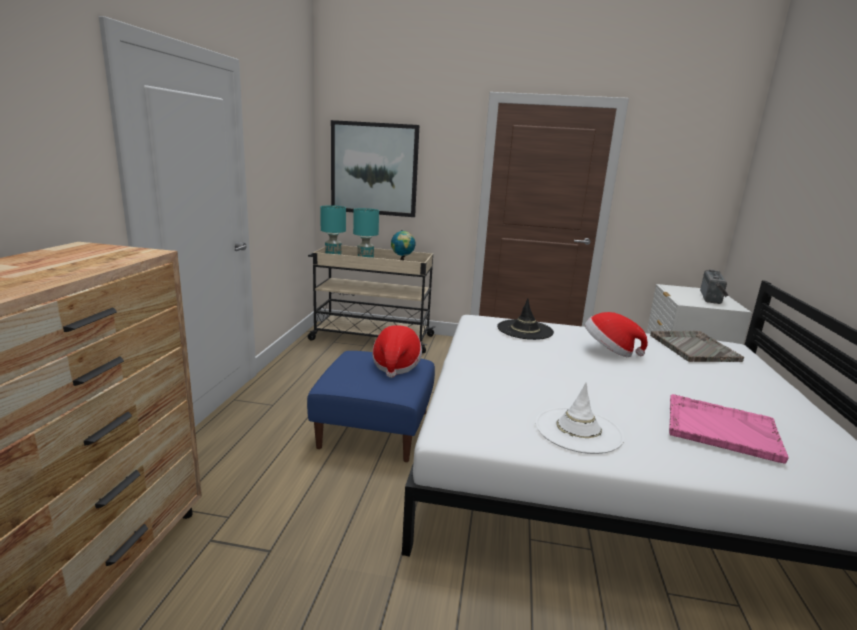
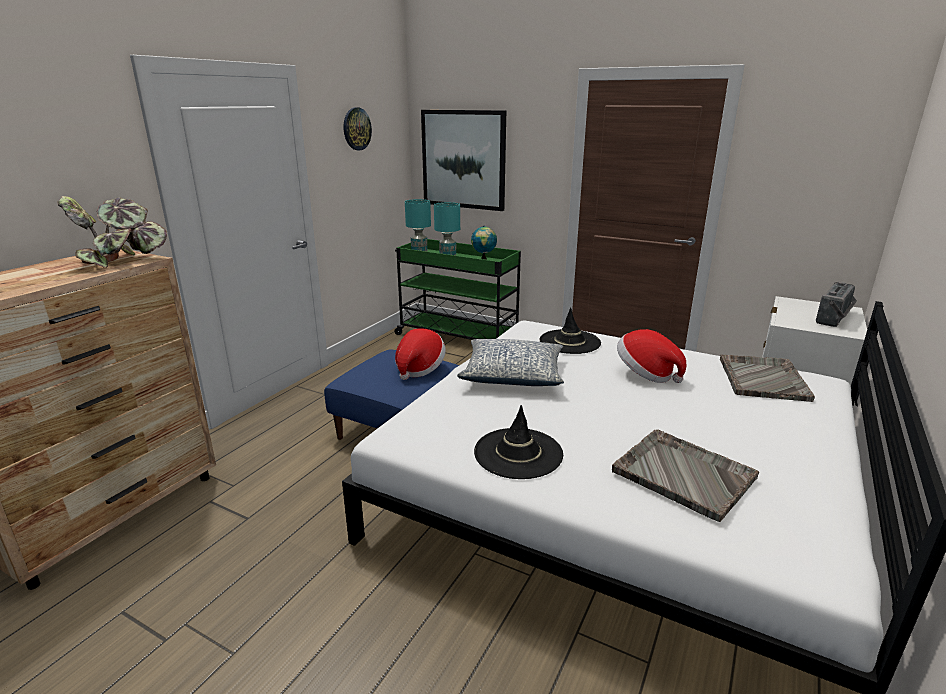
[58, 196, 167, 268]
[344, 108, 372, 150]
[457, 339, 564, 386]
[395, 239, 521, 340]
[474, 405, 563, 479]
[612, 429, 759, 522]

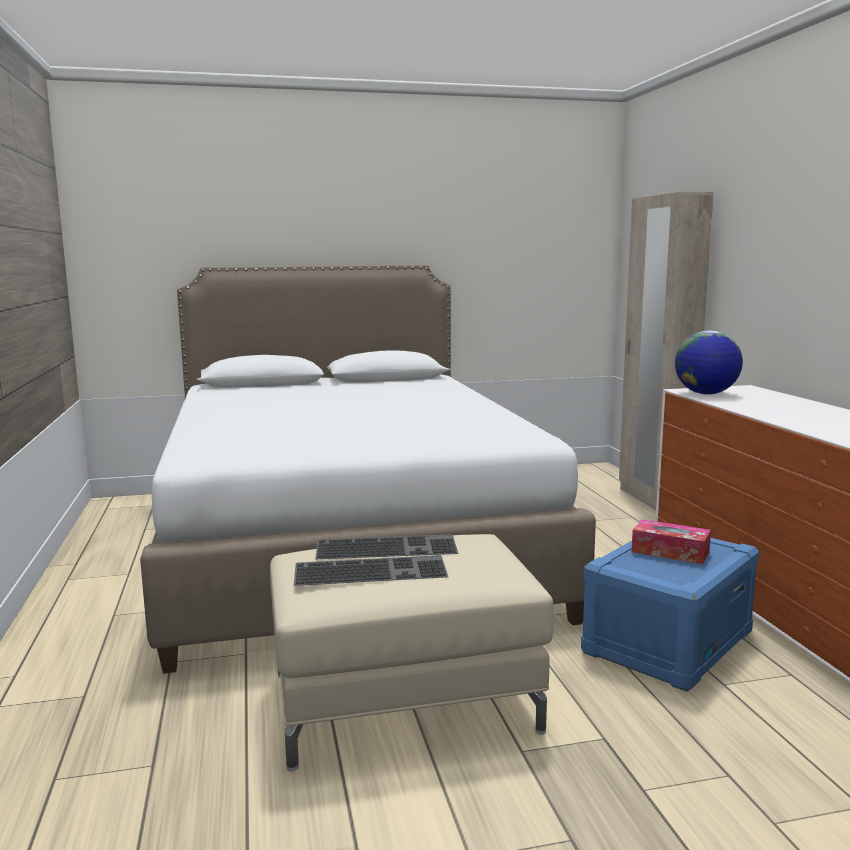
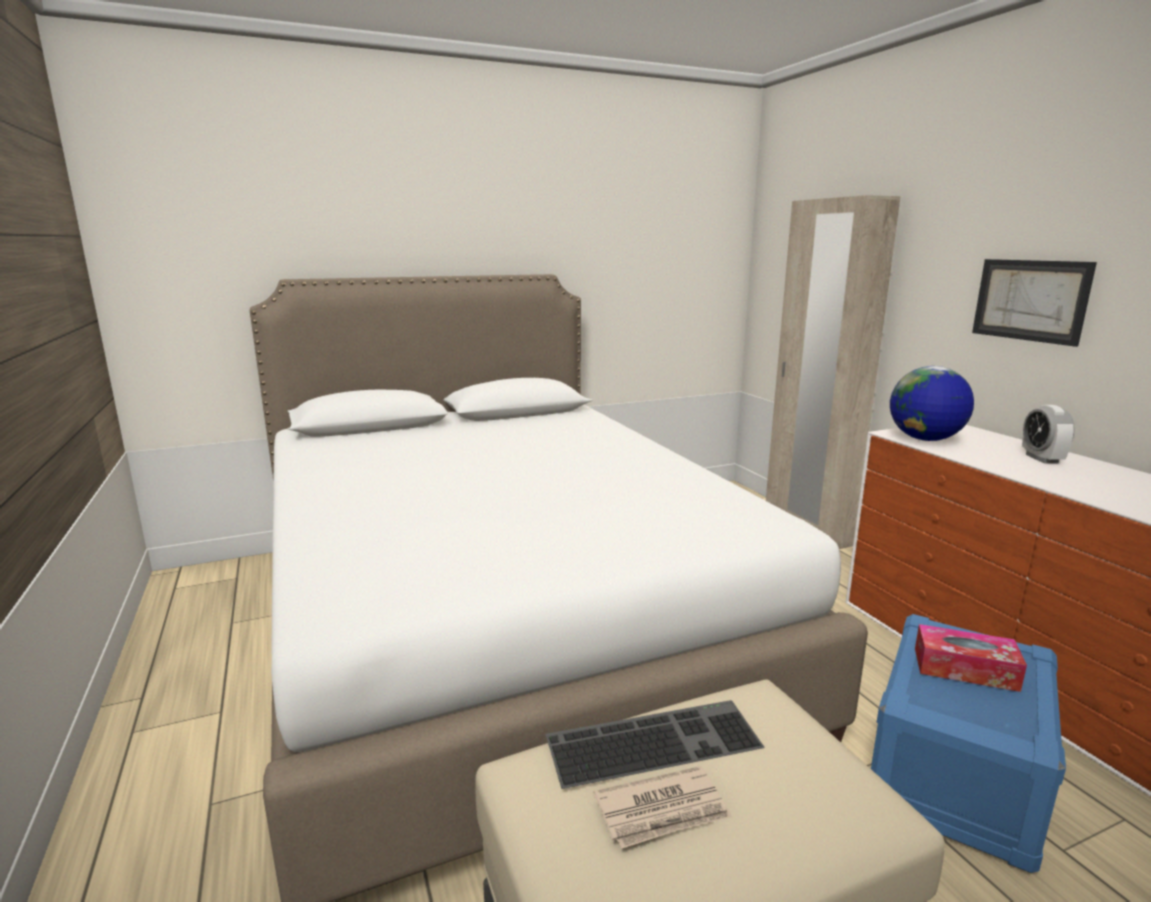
[972, 259, 1097, 347]
[1022, 405, 1075, 463]
[593, 766, 732, 849]

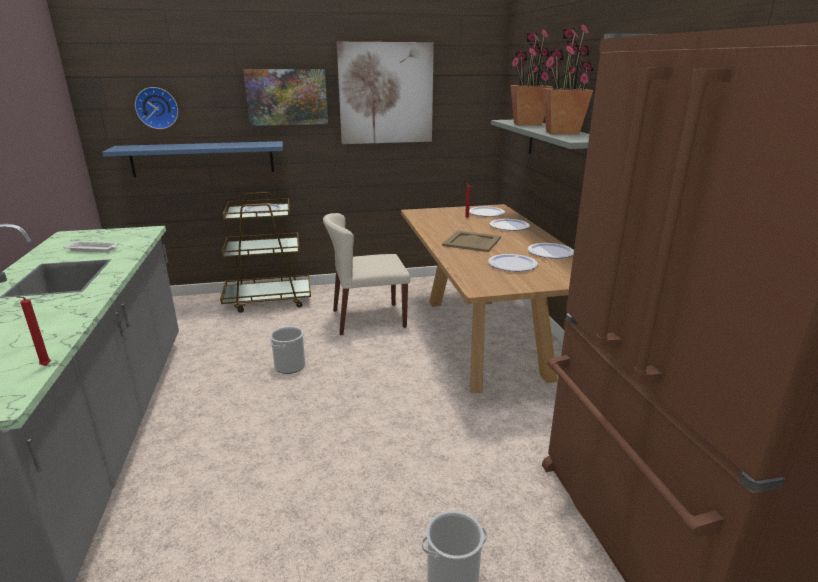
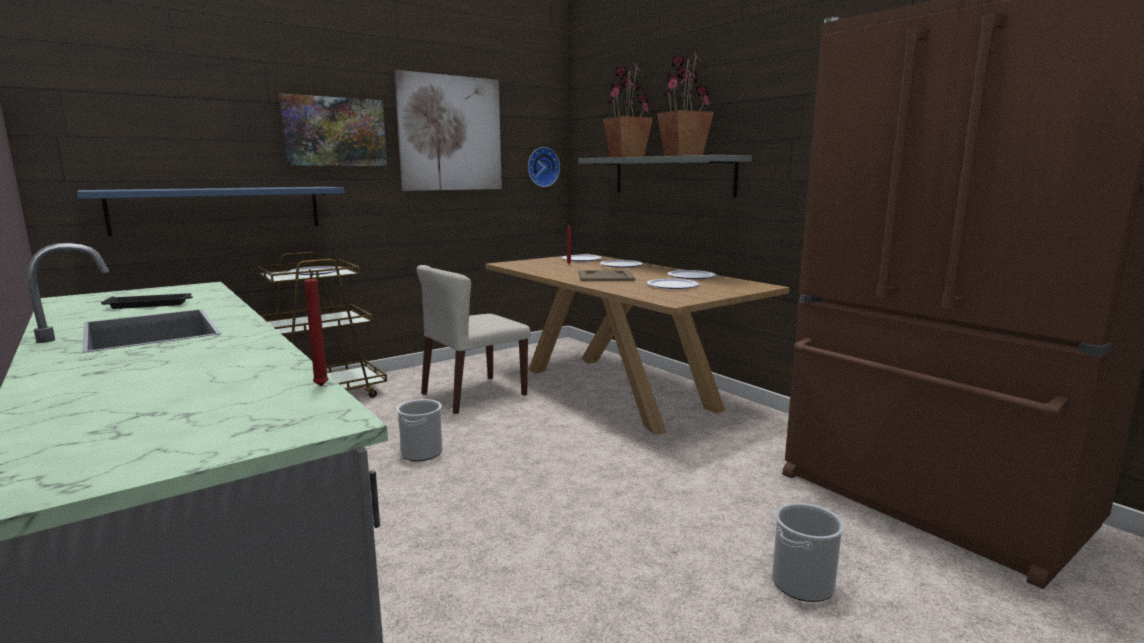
[528, 147, 560, 187]
[101, 293, 193, 309]

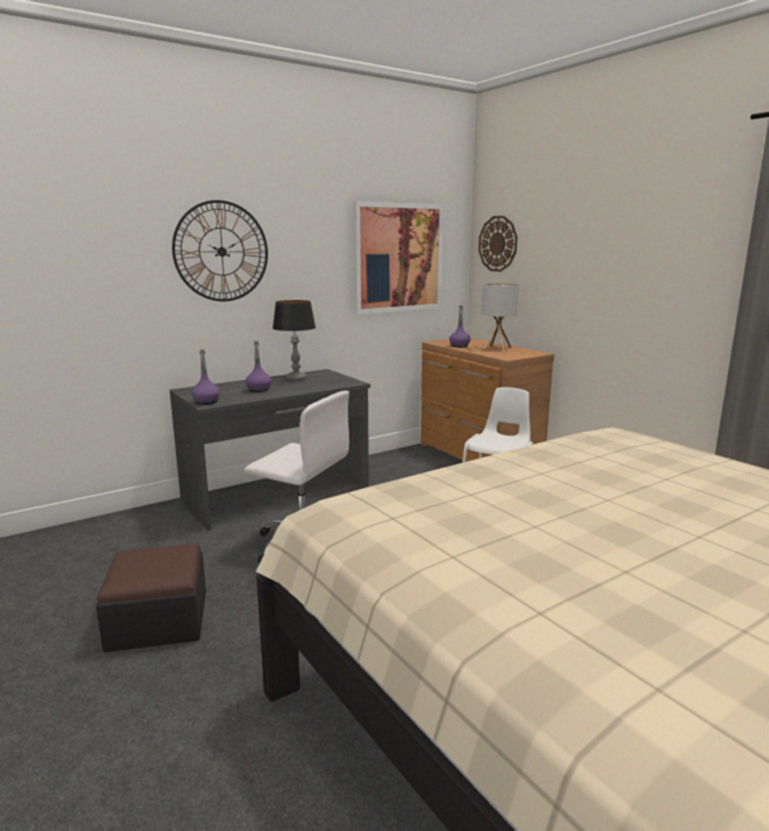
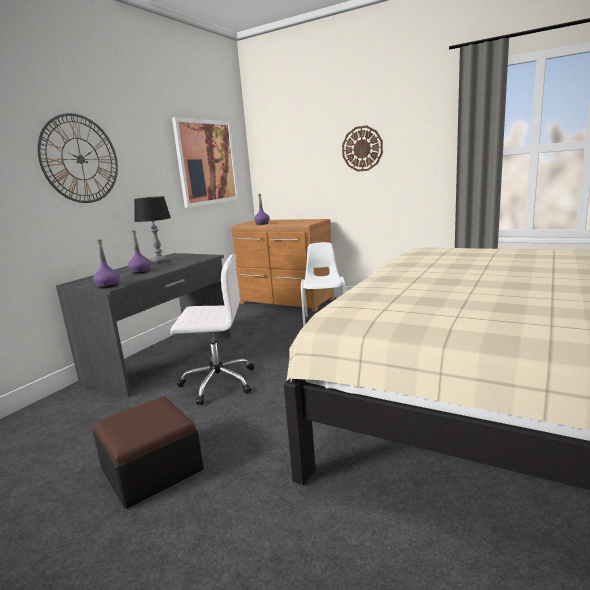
[481, 283, 519, 351] (first image)
[342, 126, 383, 171]

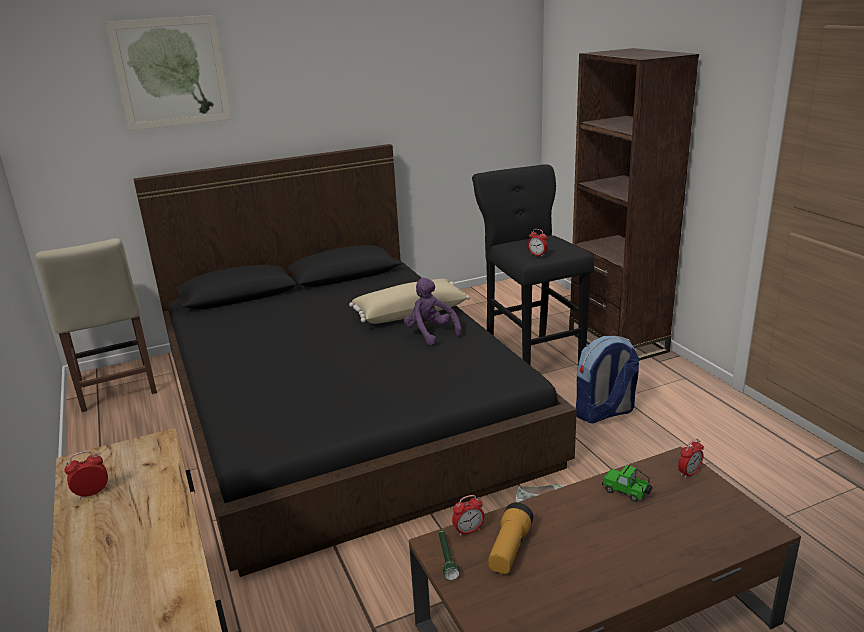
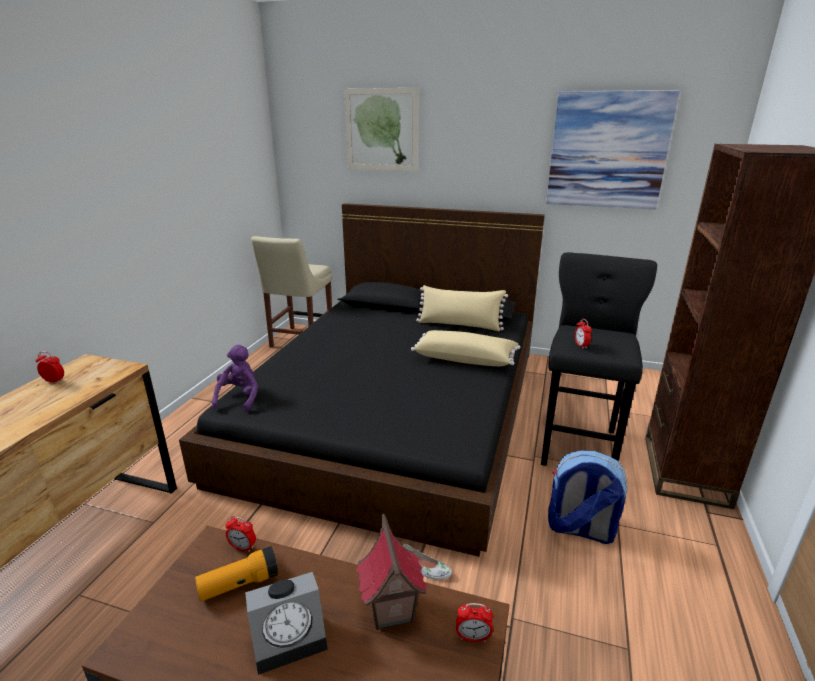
[439, 530, 460, 580] (first image)
[245, 572, 328, 675]
[416, 285, 508, 331]
[546, 90, 680, 209]
[212, 345, 258, 412]
[356, 513, 427, 630]

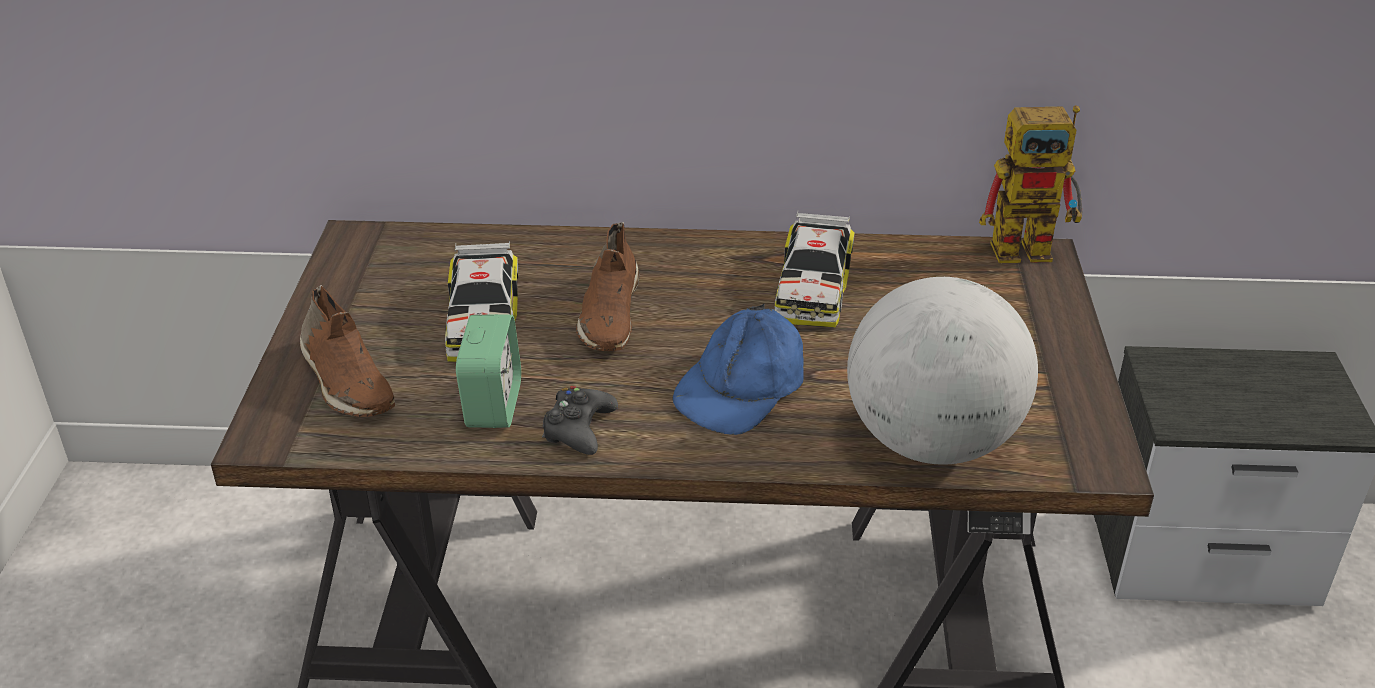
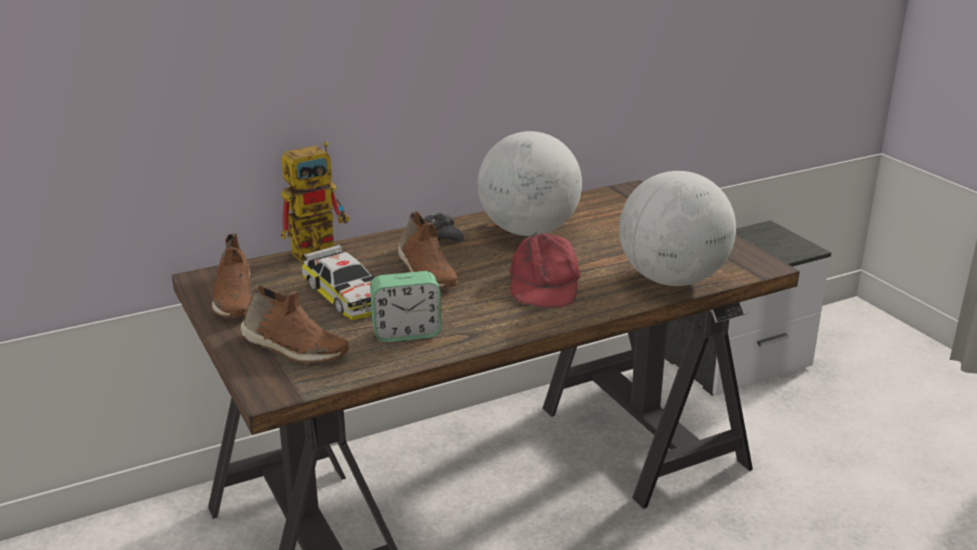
[211, 233, 251, 318]
[424, 213, 464, 242]
[281, 141, 349, 263]
[478, 131, 582, 236]
[510, 232, 581, 308]
[370, 271, 441, 342]

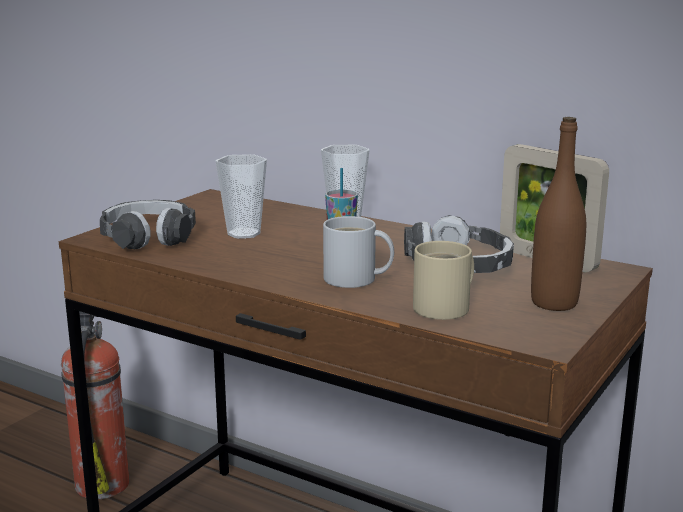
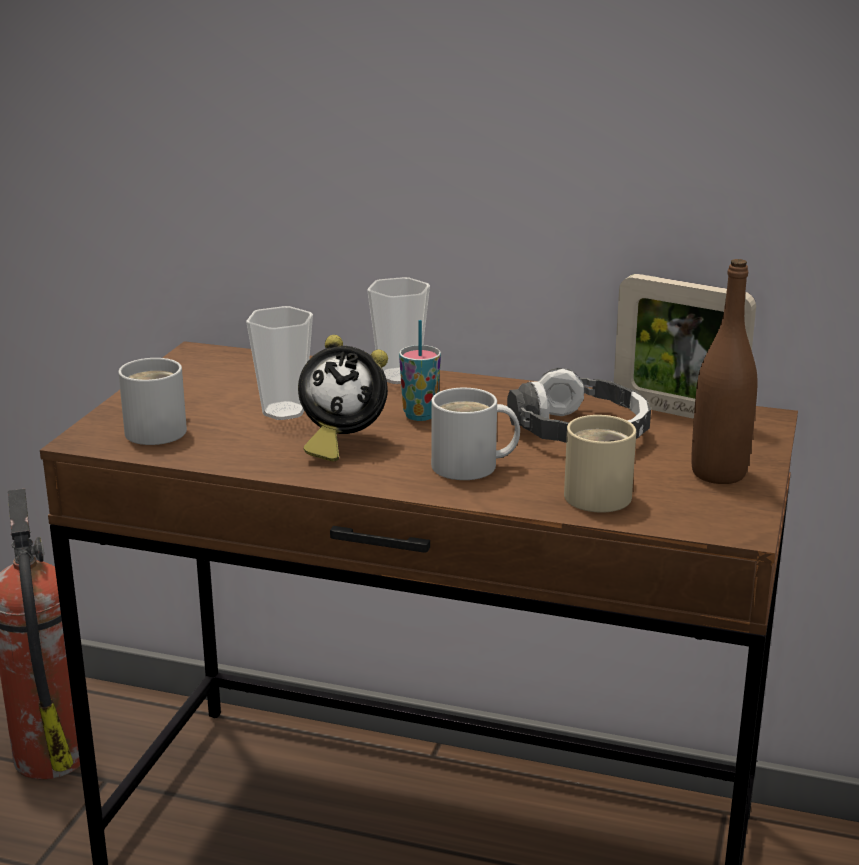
[298, 335, 388, 462]
[118, 358, 187, 445]

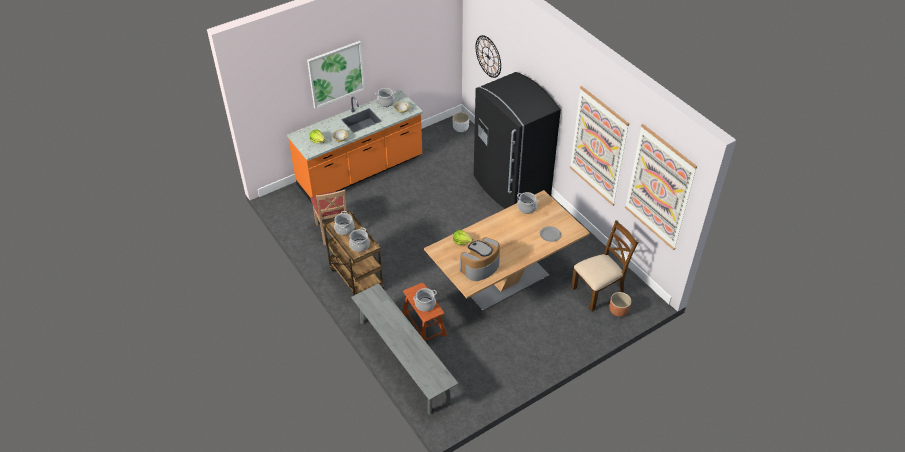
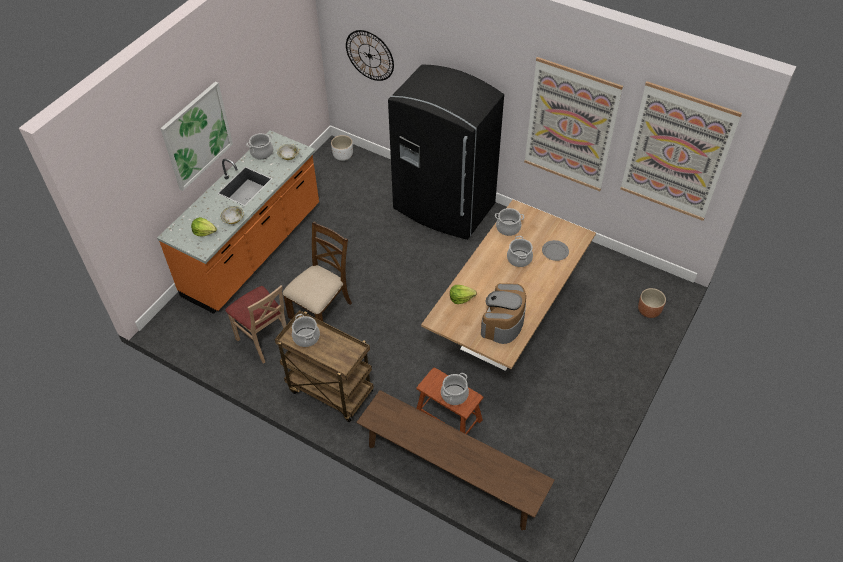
[507, 236, 533, 267]
[283, 221, 352, 322]
[356, 390, 555, 530]

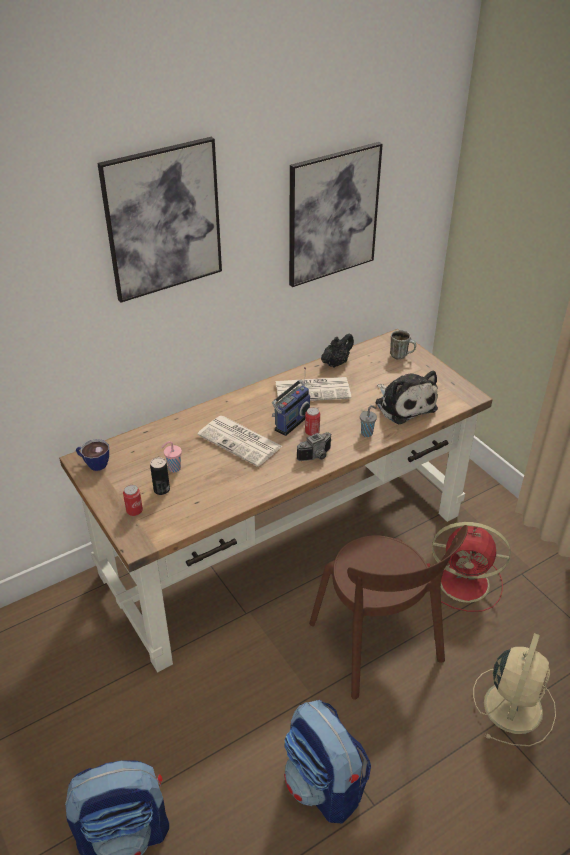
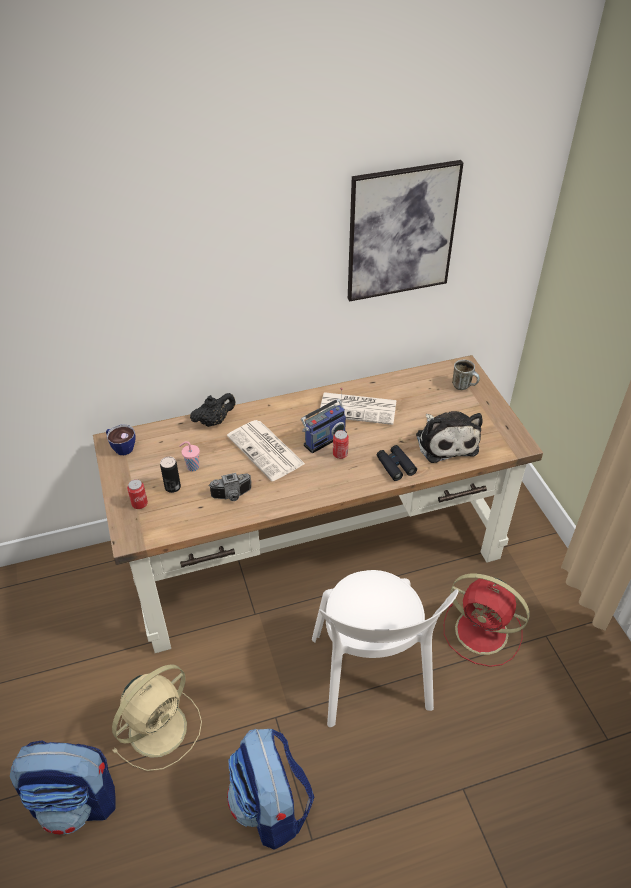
[97, 137, 222, 303] (first image)
[209, 473, 251, 501]
[190, 393, 236, 427]
[112, 664, 202, 771]
[377, 445, 417, 481]
[312, 570, 458, 727]

